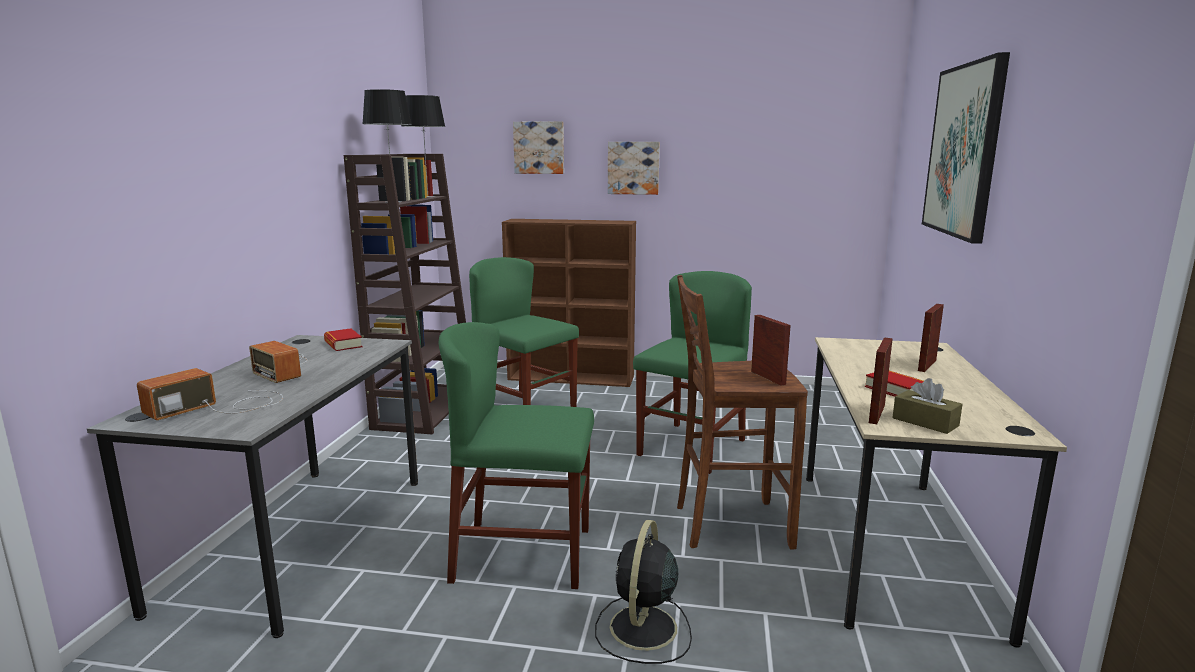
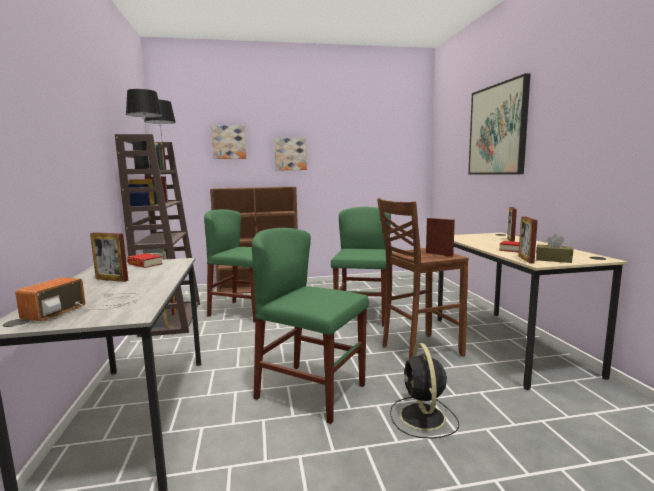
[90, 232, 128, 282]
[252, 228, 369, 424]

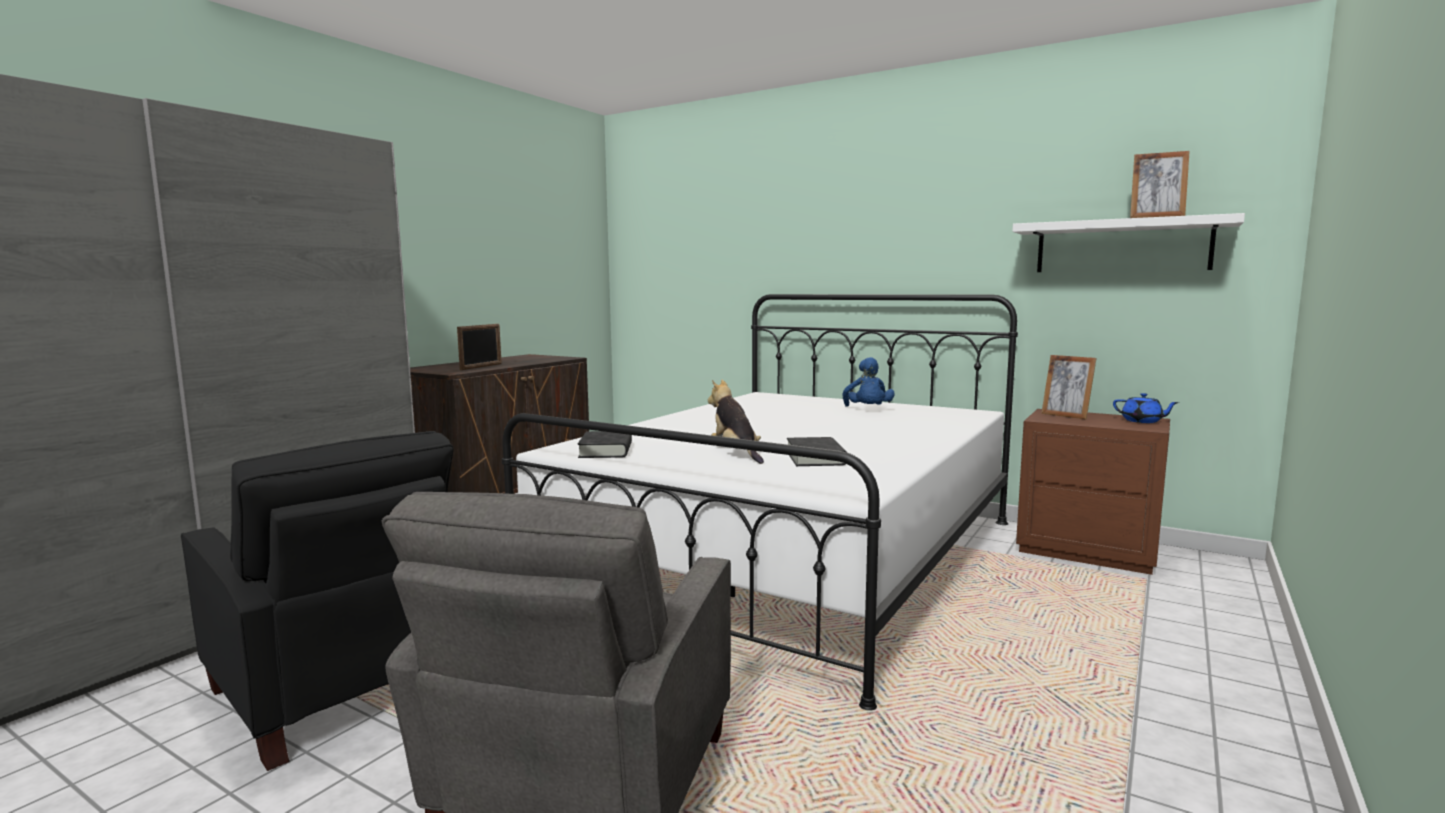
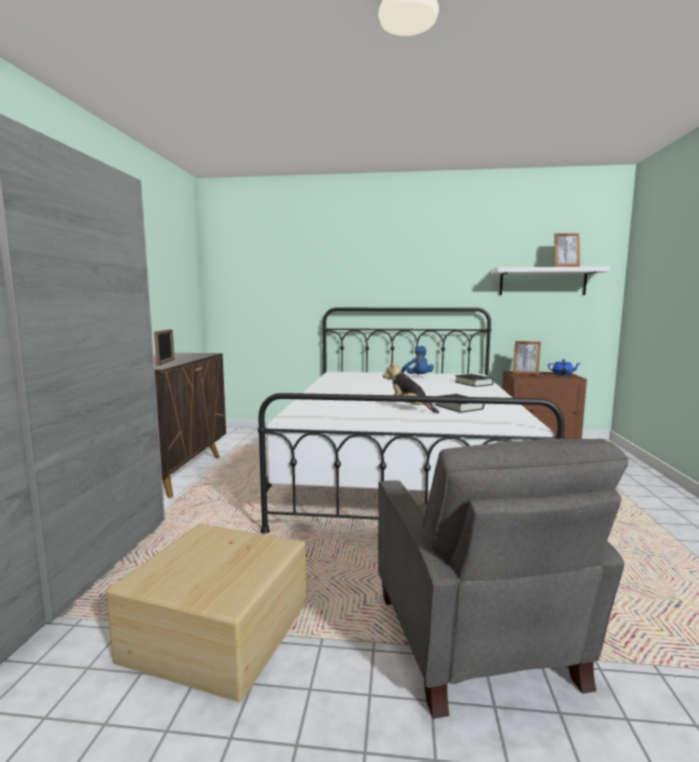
[455, 374, 494, 387]
[106, 524, 306, 702]

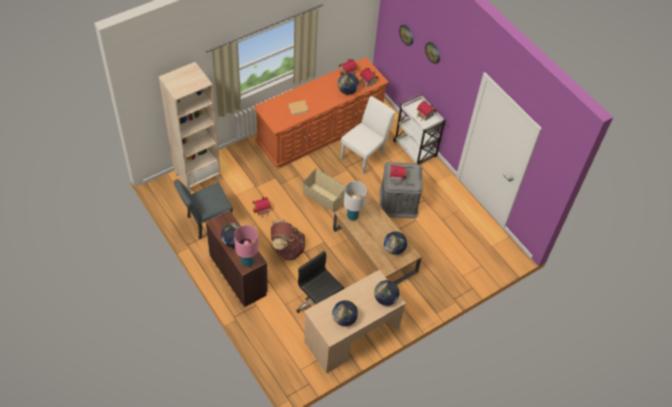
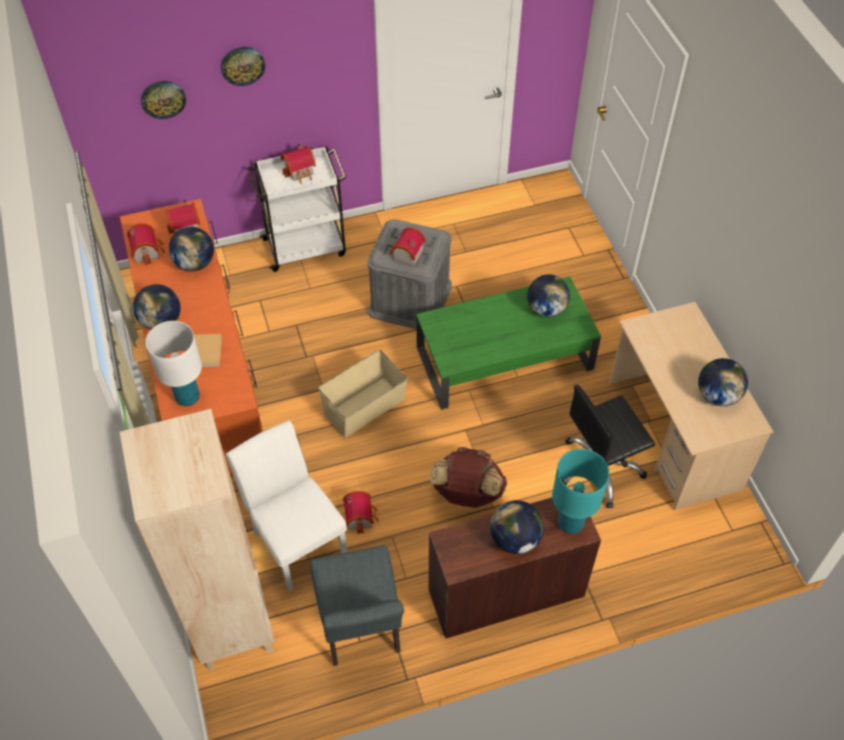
[226, 420, 347, 591]
[146, 321, 202, 406]
[133, 284, 181, 330]
[552, 449, 609, 534]
[416, 276, 601, 410]

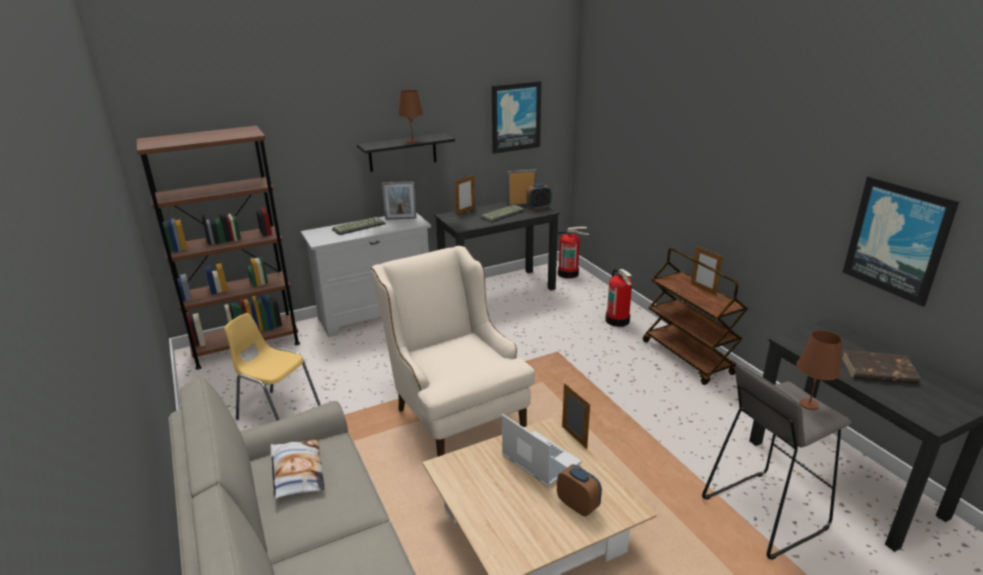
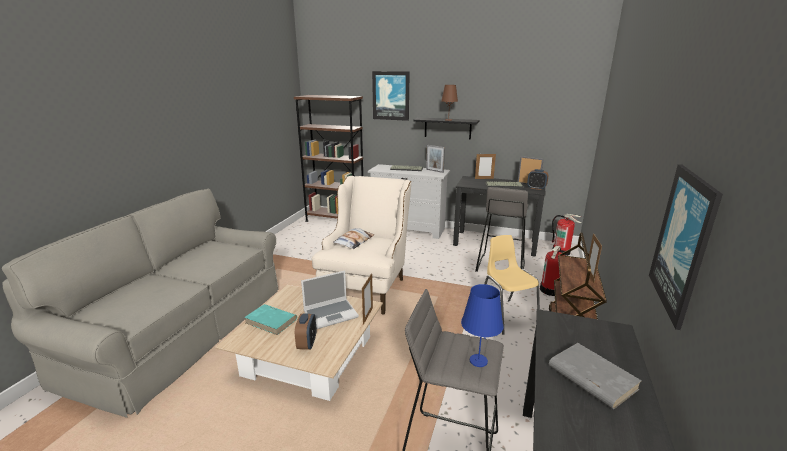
[244, 304, 297, 335]
[475, 187, 528, 272]
[484, 235, 540, 334]
[333, 228, 374, 249]
[372, 71, 410, 121]
[461, 284, 504, 367]
[549, 343, 642, 409]
[301, 271, 359, 329]

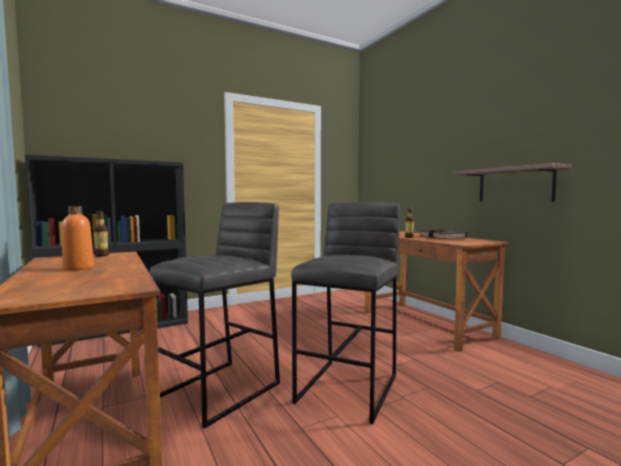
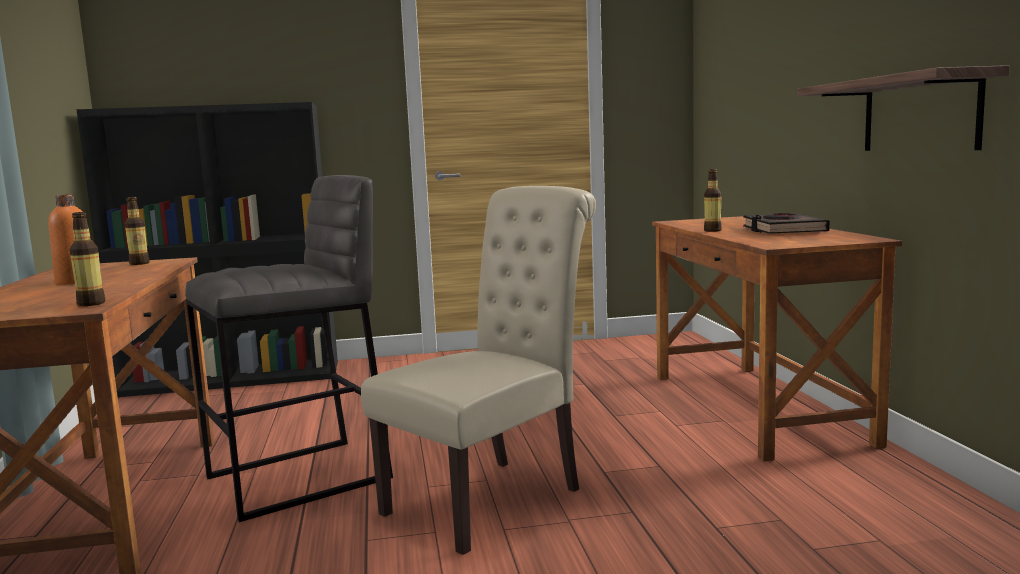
[70, 212, 105, 306]
[361, 186, 596, 555]

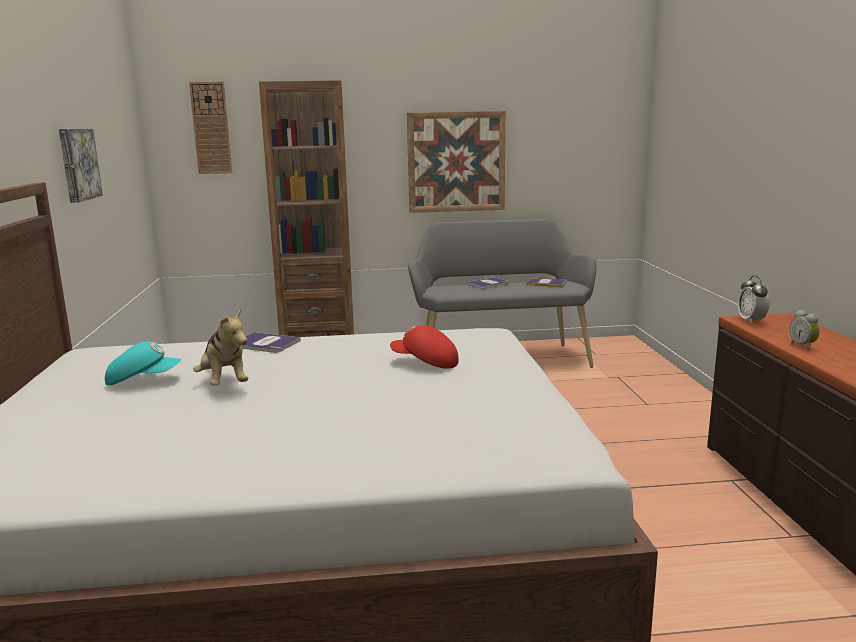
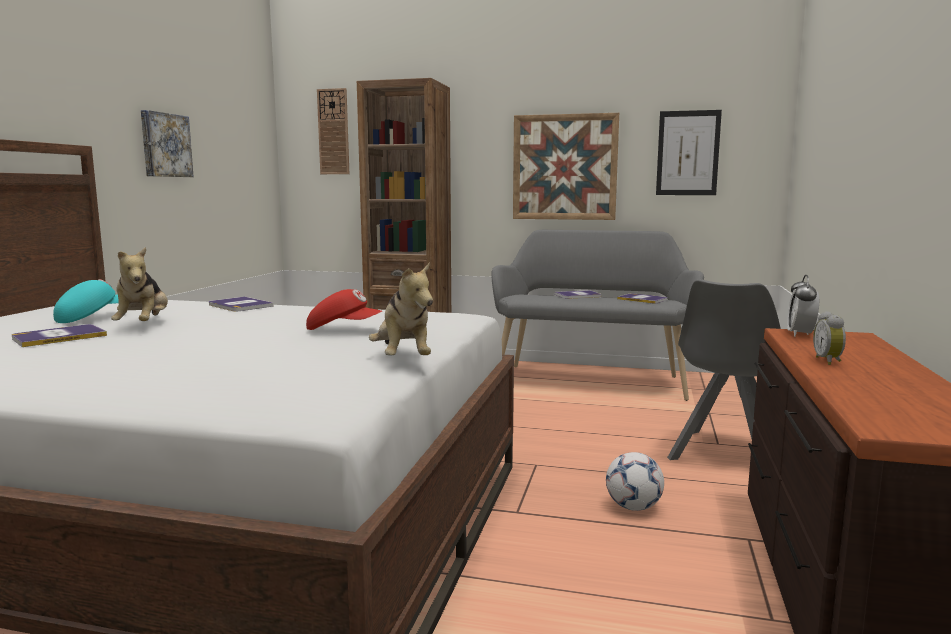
[12, 324, 107, 347]
[369, 263, 433, 355]
[606, 452, 664, 511]
[656, 110, 722, 195]
[667, 279, 781, 460]
[53, 279, 119, 323]
[306, 289, 382, 330]

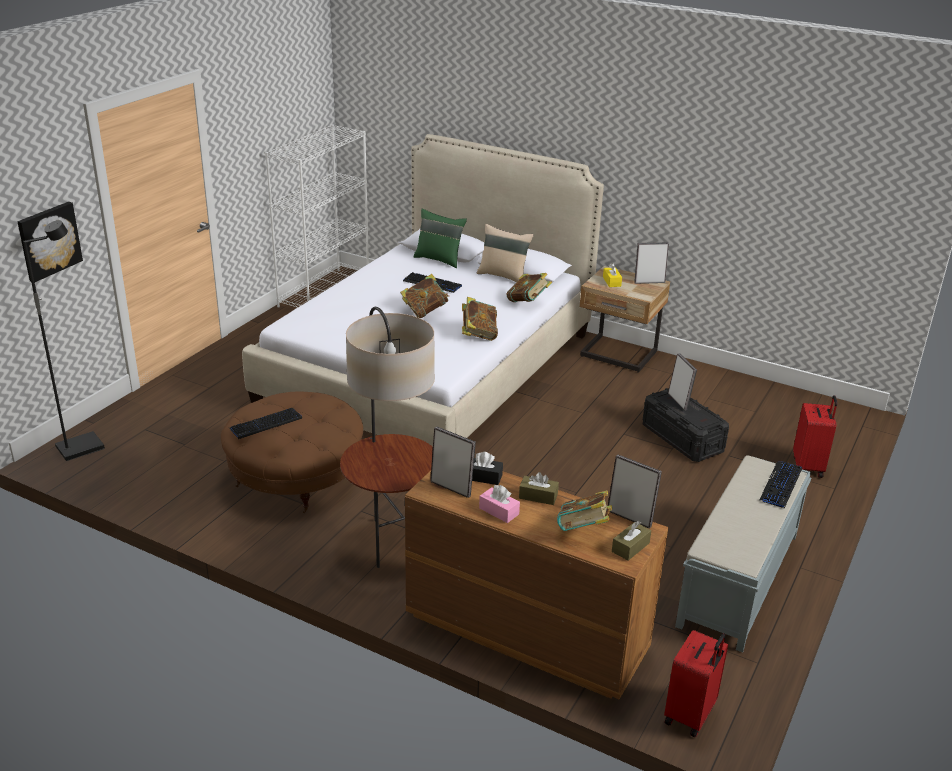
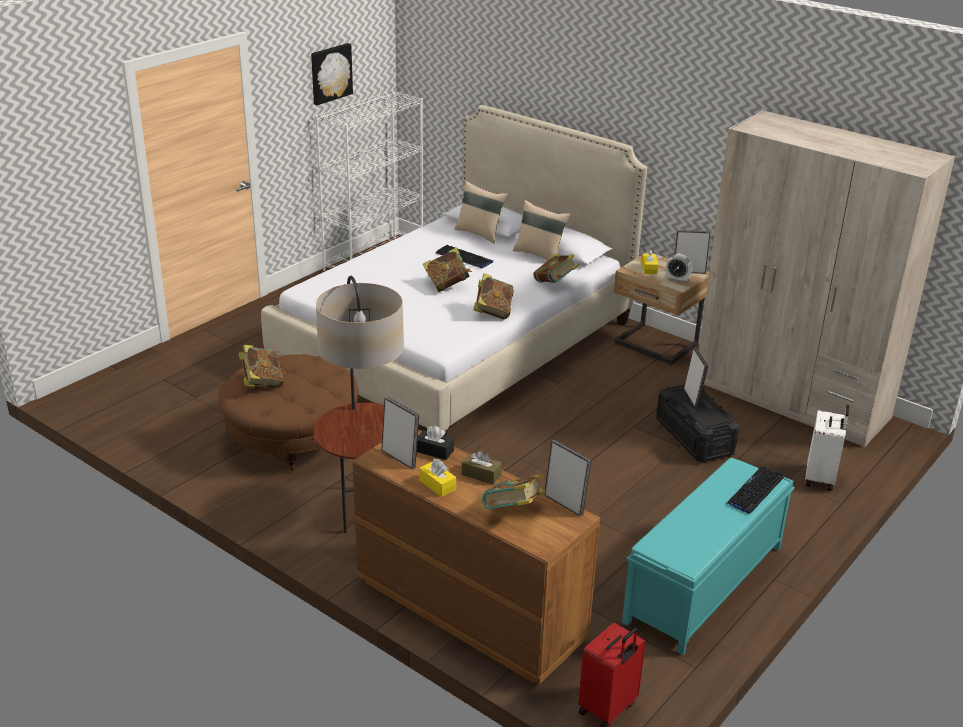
[23, 220, 105, 461] (first image)
[612, 521, 651, 561] (first image)
[666, 253, 692, 283]
[699, 110, 955, 447]
[311, 43, 353, 105]
[239, 345, 284, 389]
[455, 181, 508, 244]
[419, 459, 456, 497]
[622, 458, 795, 655]
[805, 405, 849, 491]

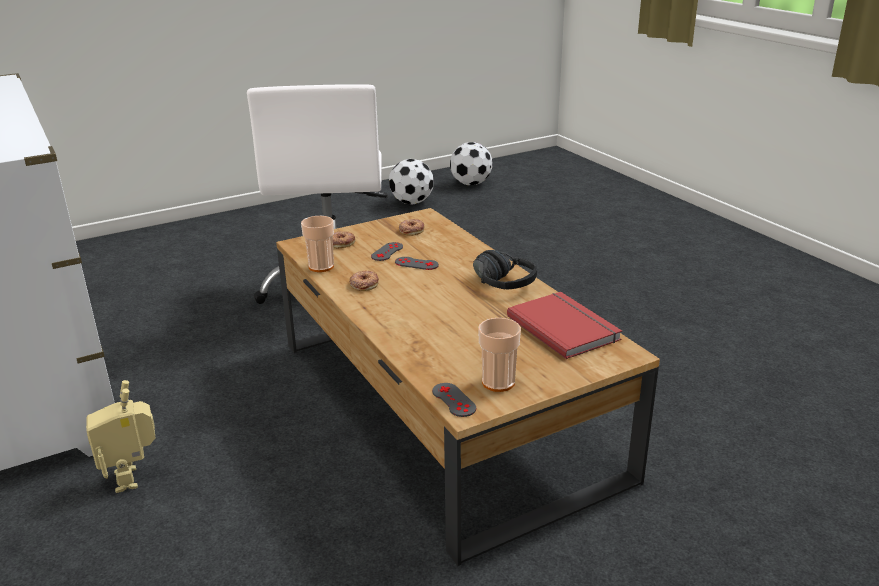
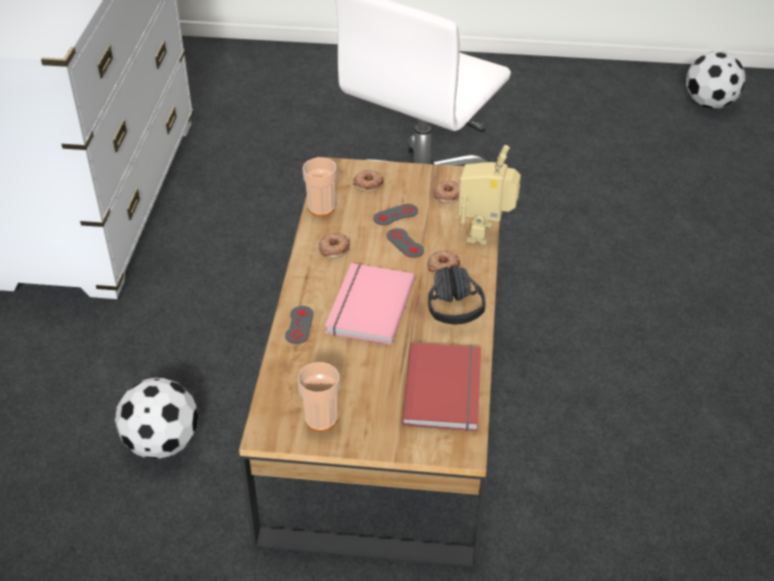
[325, 263, 415, 345]
[427, 251, 460, 274]
[458, 145, 521, 245]
[115, 378, 198, 459]
[285, 306, 313, 344]

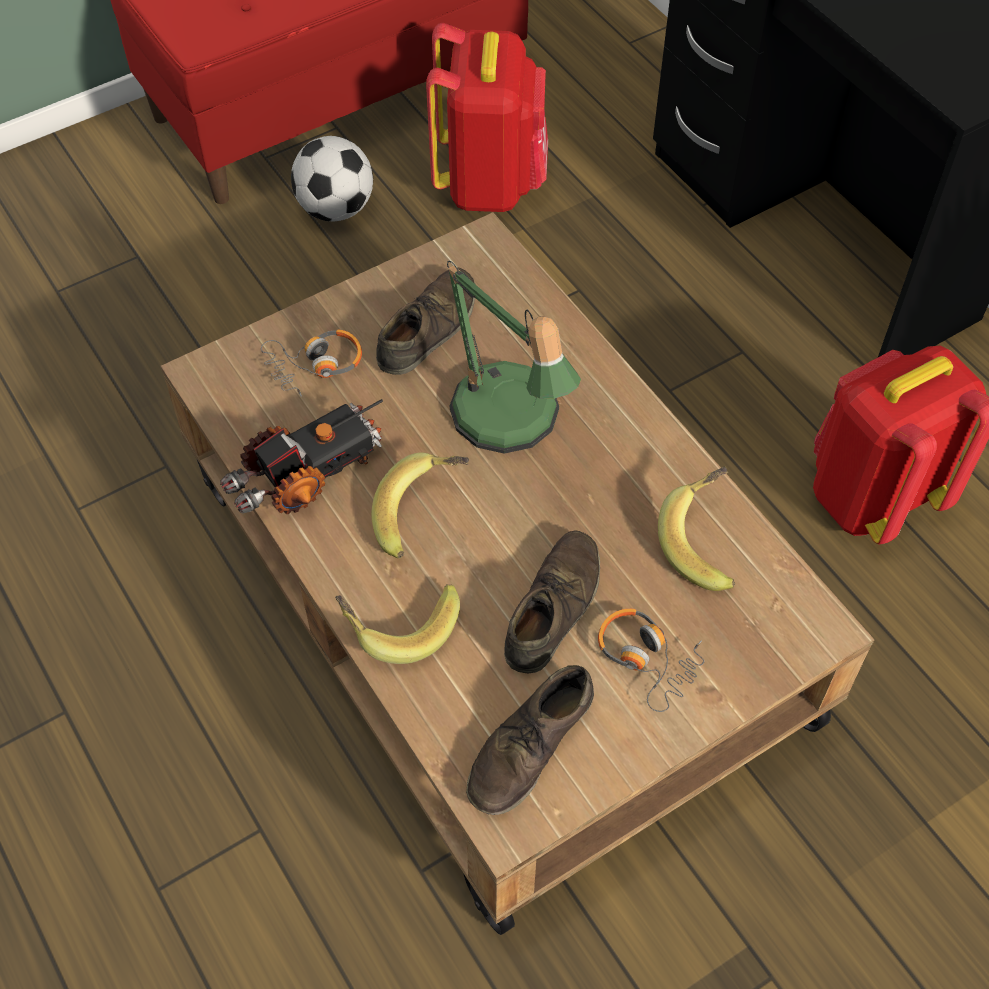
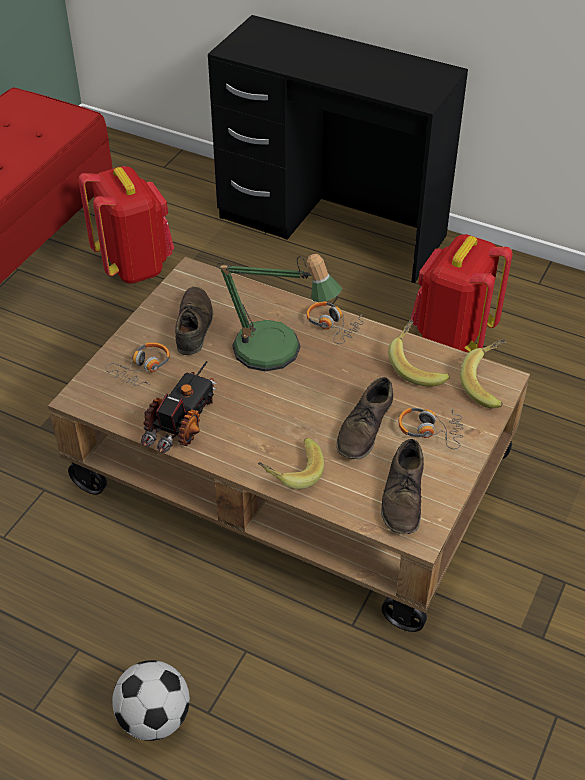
[306, 301, 364, 344]
[112, 660, 190, 741]
[460, 339, 506, 408]
[336, 377, 393, 459]

